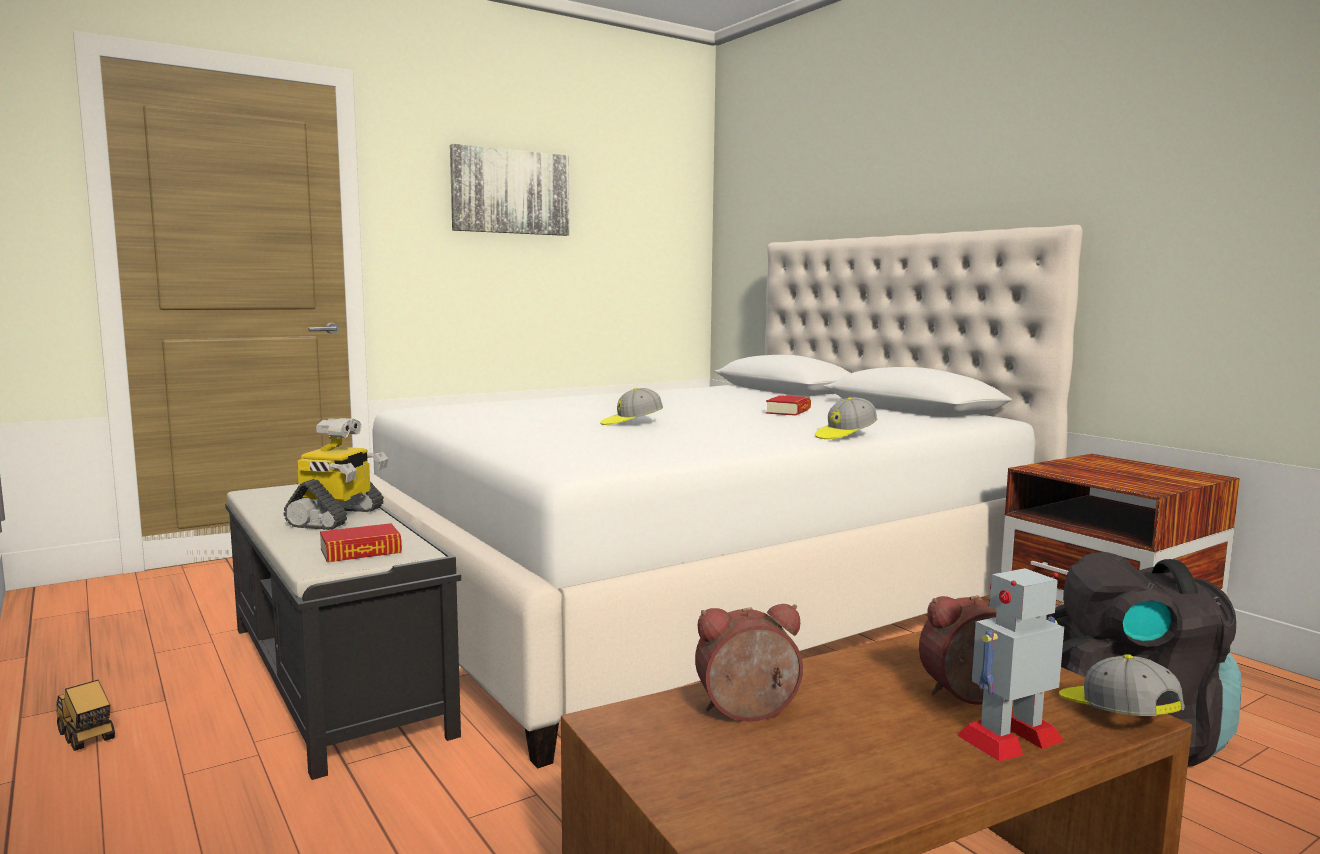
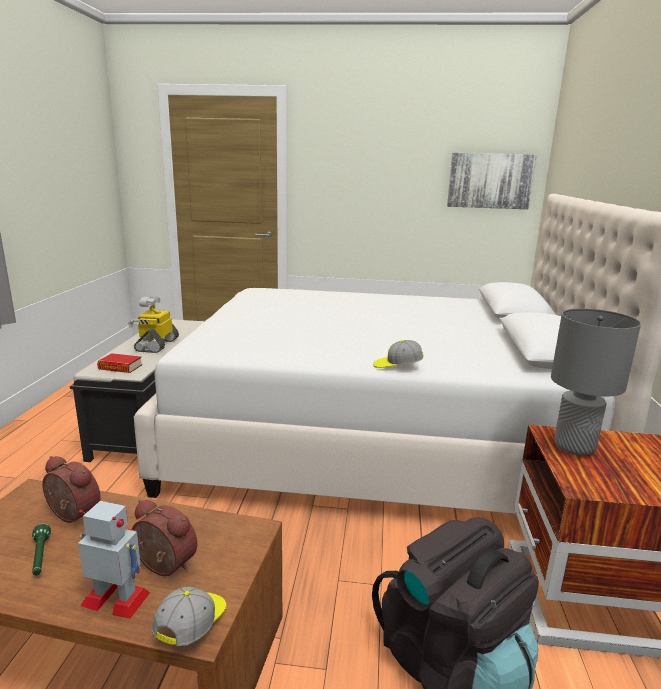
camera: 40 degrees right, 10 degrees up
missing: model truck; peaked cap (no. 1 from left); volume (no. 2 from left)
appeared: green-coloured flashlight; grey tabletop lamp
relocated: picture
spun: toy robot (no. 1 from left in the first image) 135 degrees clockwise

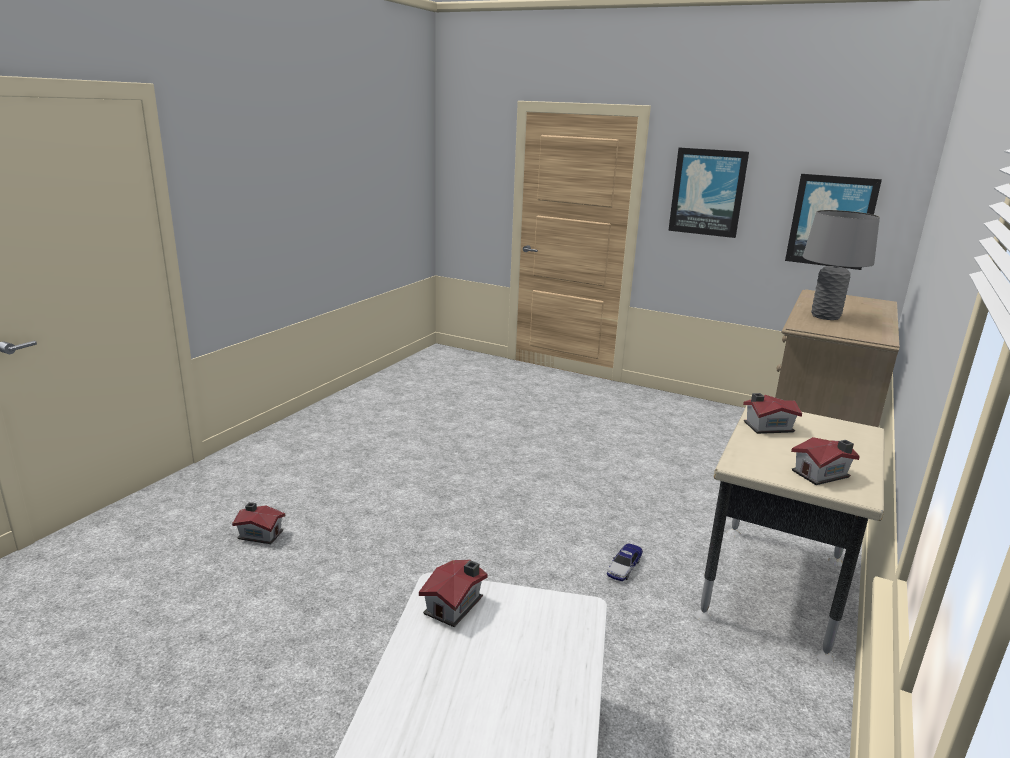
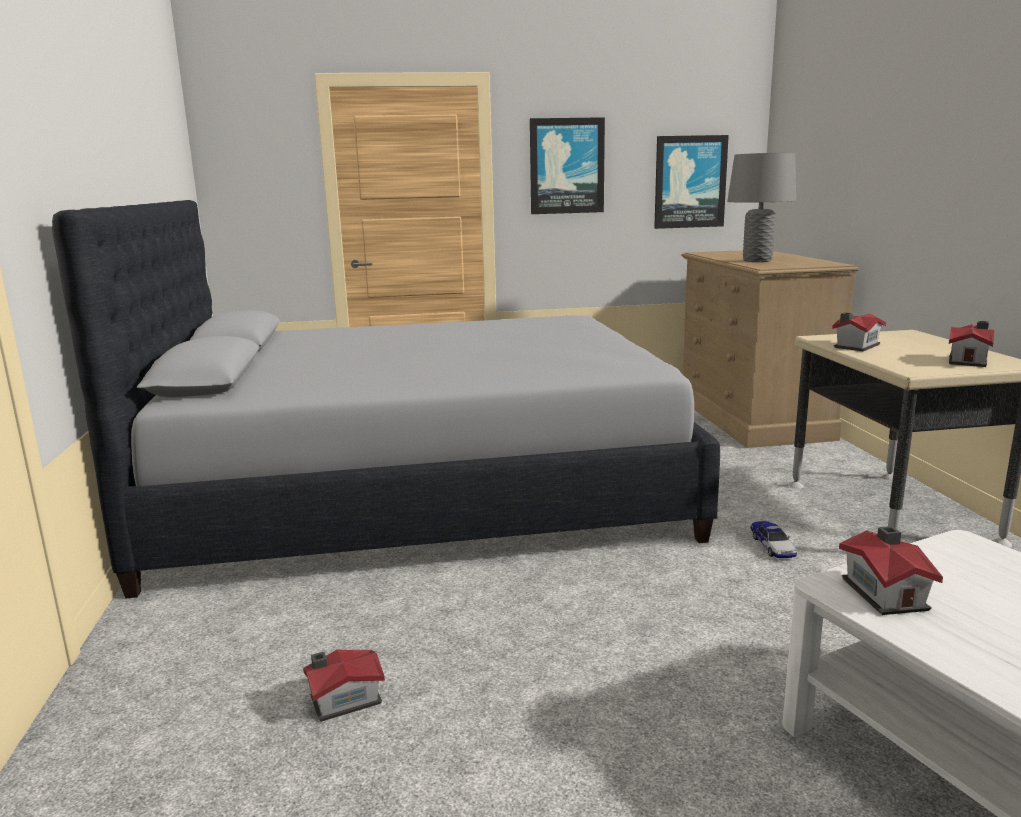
camera: 35 degrees left, 5 degrees down
appeared: grey bed

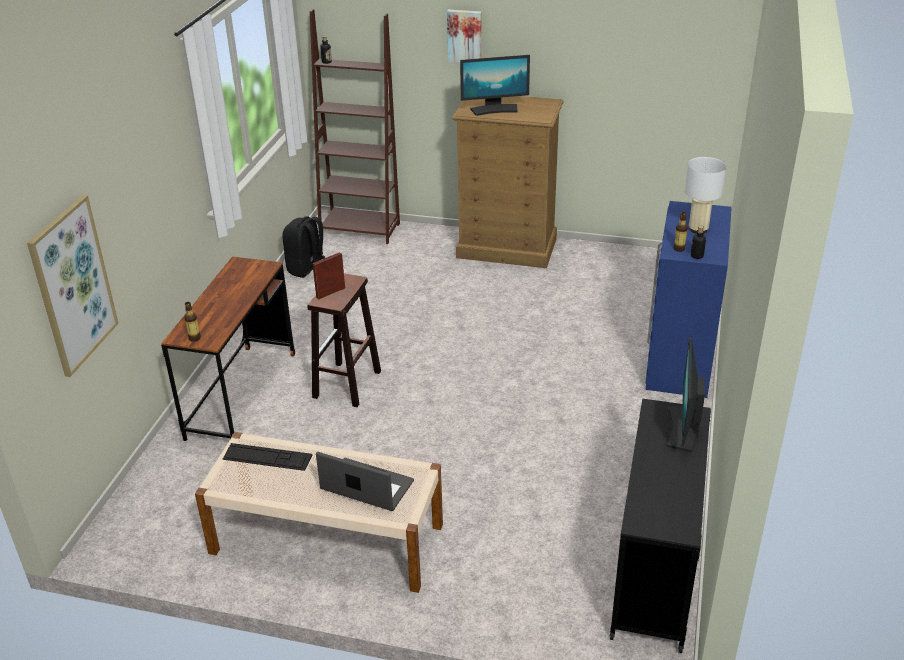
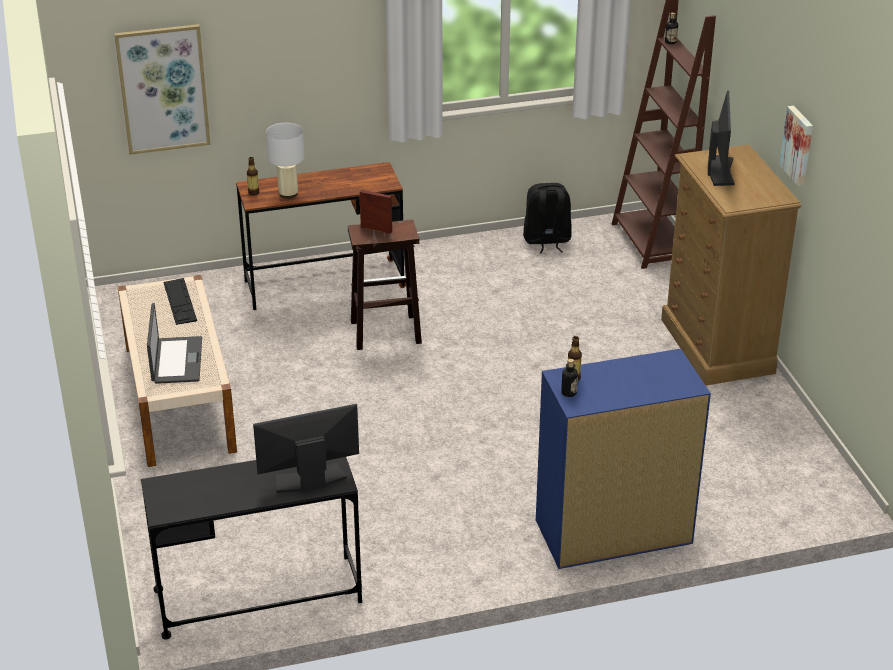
camera: 60 degrees right, 0 degrees up
relocated: picture (no. 2 from left); whitish tabletop lamp
spun: computer display (no. 1 from left in the first image) 135 degrees counterclockwise

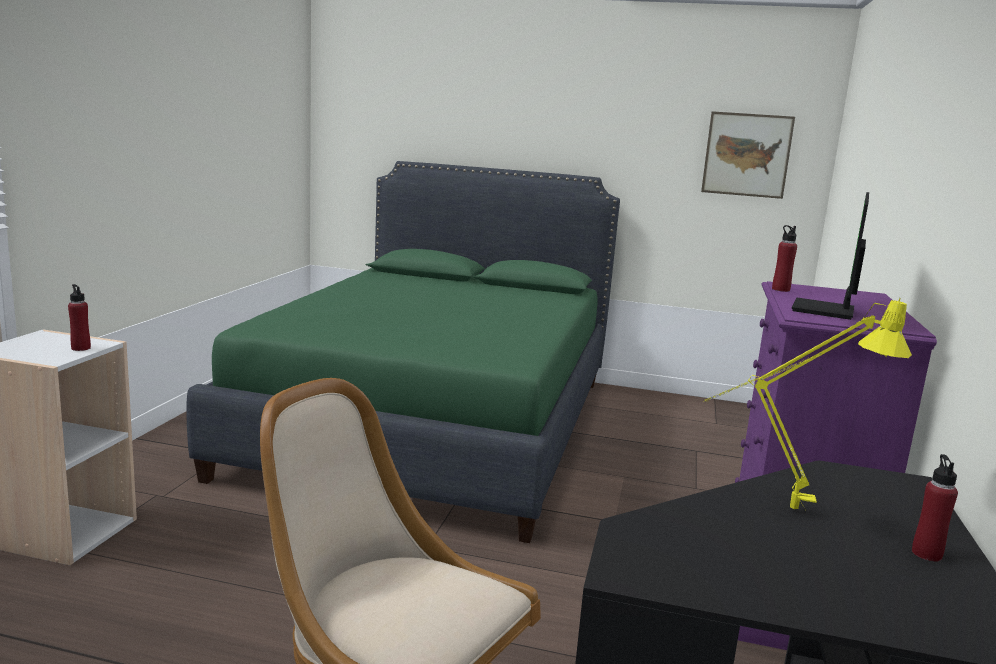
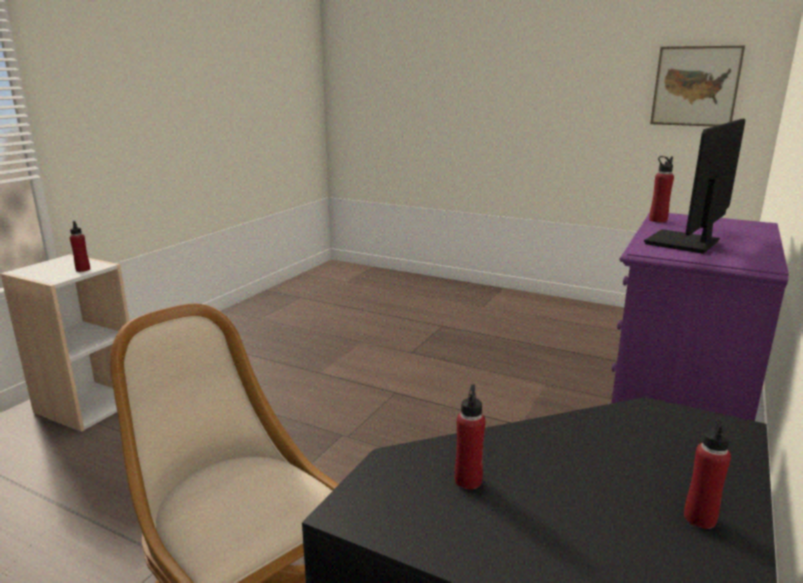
camera: 15 degrees right, 5 degrees up
missing: green-coloured bed; yellowish tabletop lamp
appeared: reddish beverage bottle (no. 2 from left)

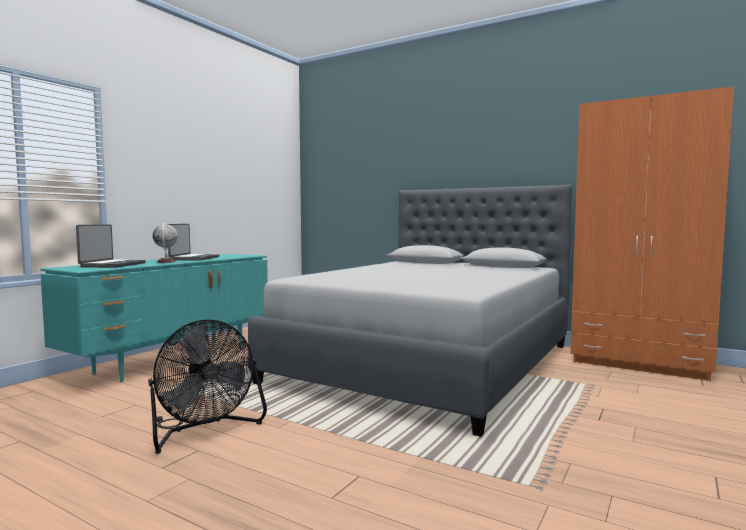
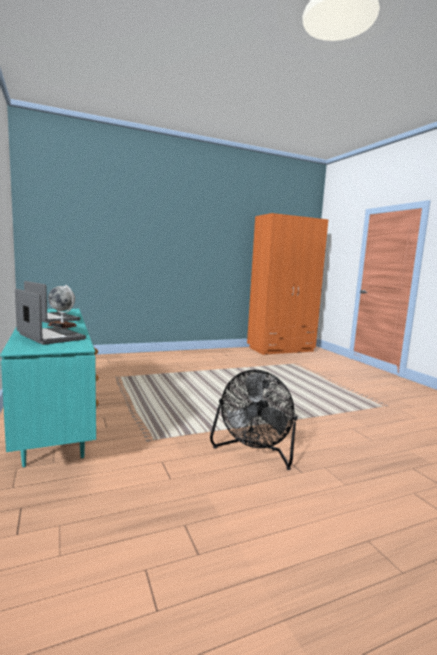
camera: 55 degrees left, 5 degrees up
missing: grey bed
spun: blackish electric fan 120 degrees clockwise

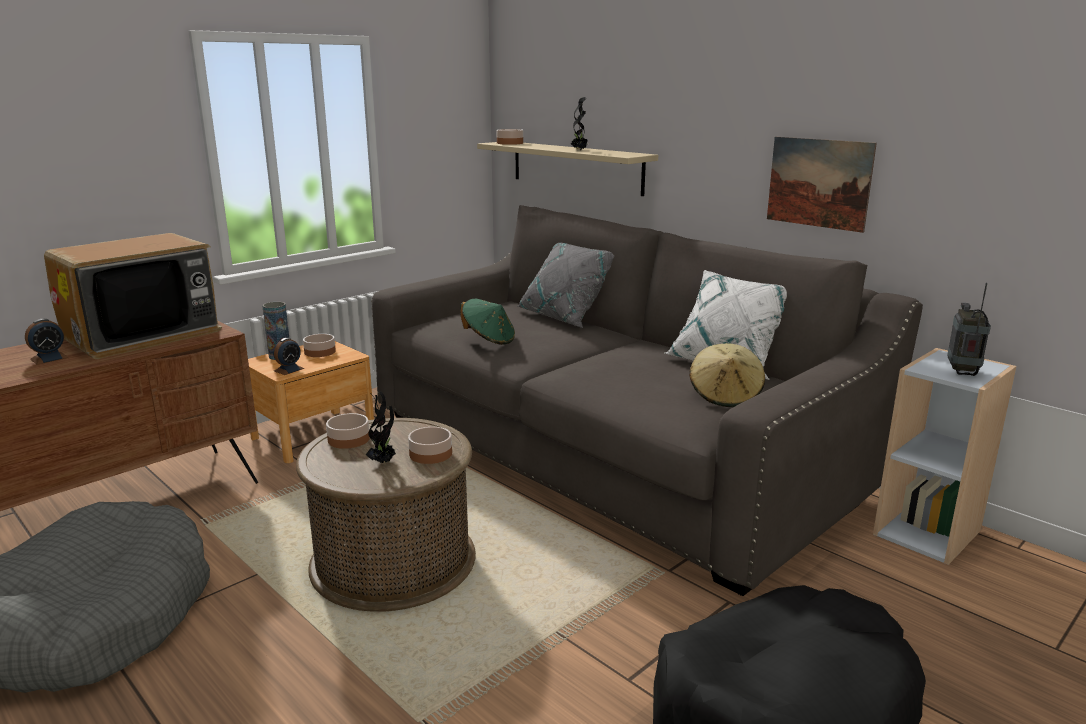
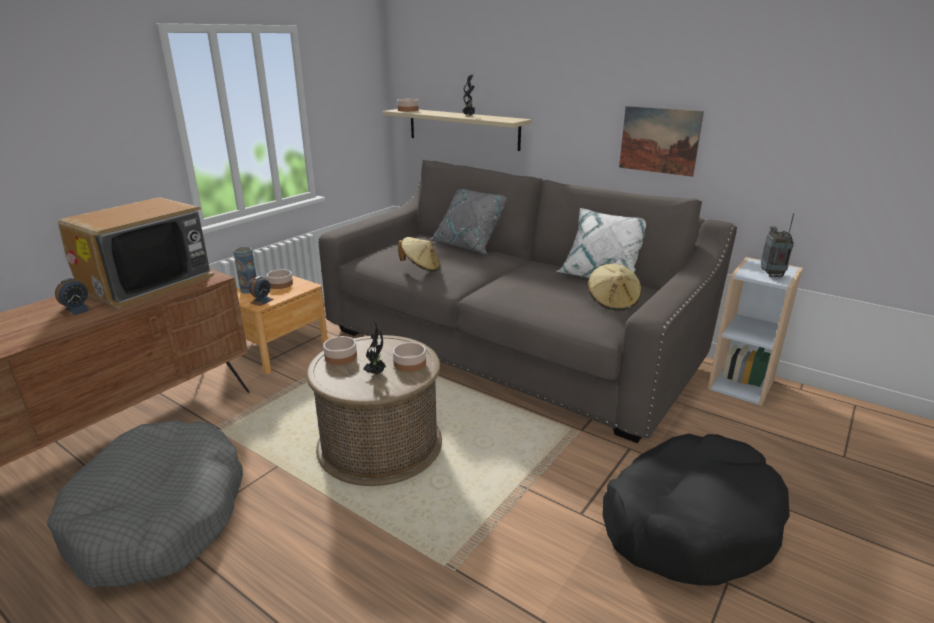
camera: 10 degrees left, 5 degrees up
colour: green-coloured clothing hat to beige-coloured clothing hat (no. 1 from left)

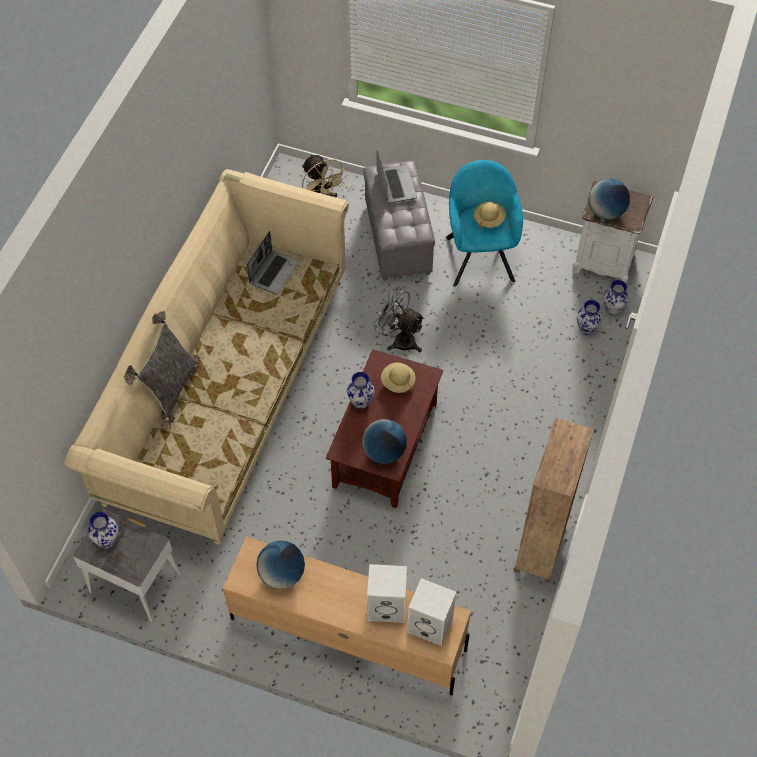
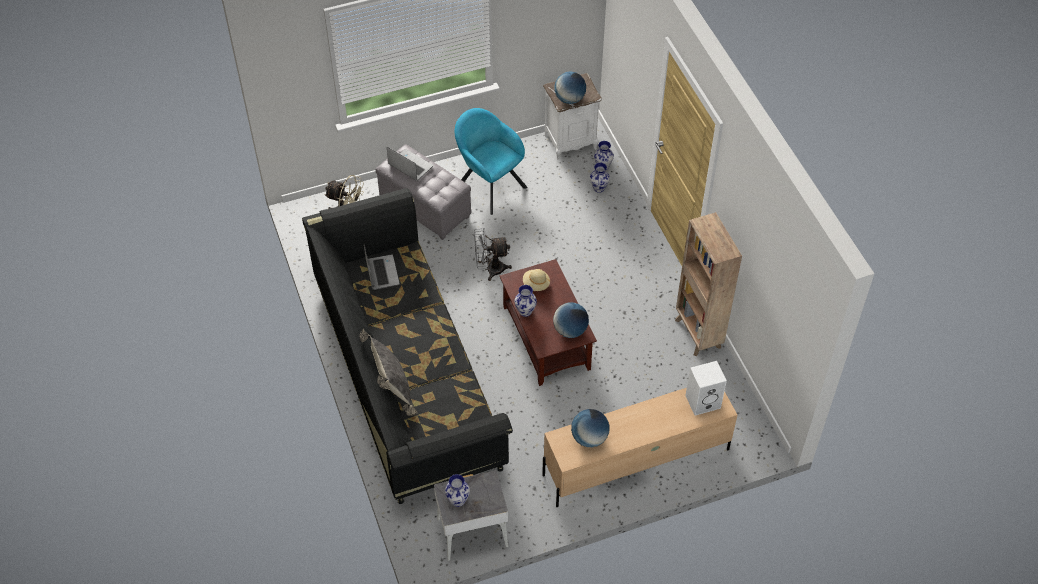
camera: 40 degrees left, 5 degrees down
missing: whitish loudspeaker (no. 1 from left); beige-coloured clothing hat (no. 2 from left)
colour: beige-coloured settee to blackish settee

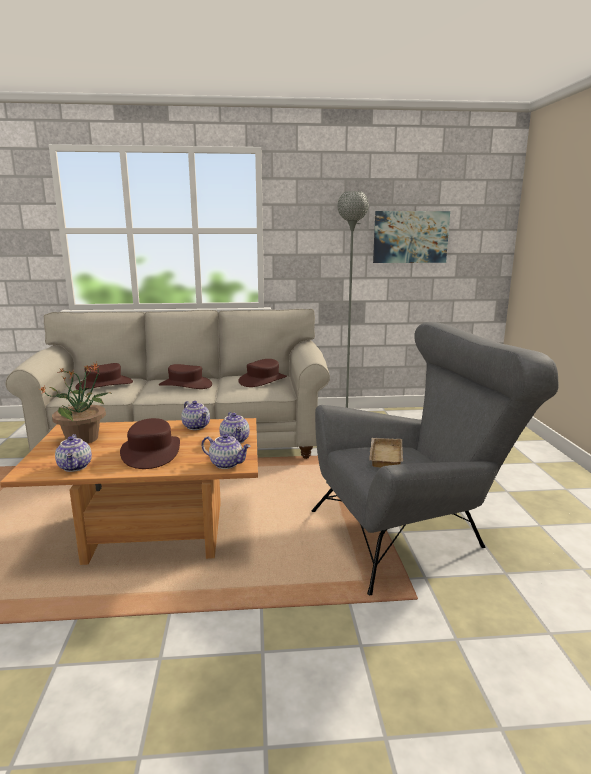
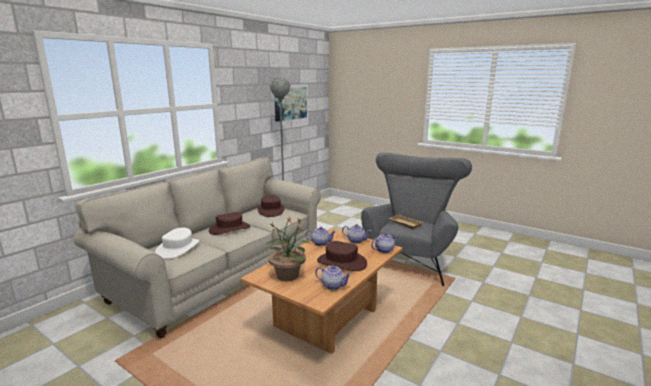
camera: 50 degrees left, 0 degrees up
colour: brown-coloured clothing hat (no. 1 from left) to whitish clothing hat

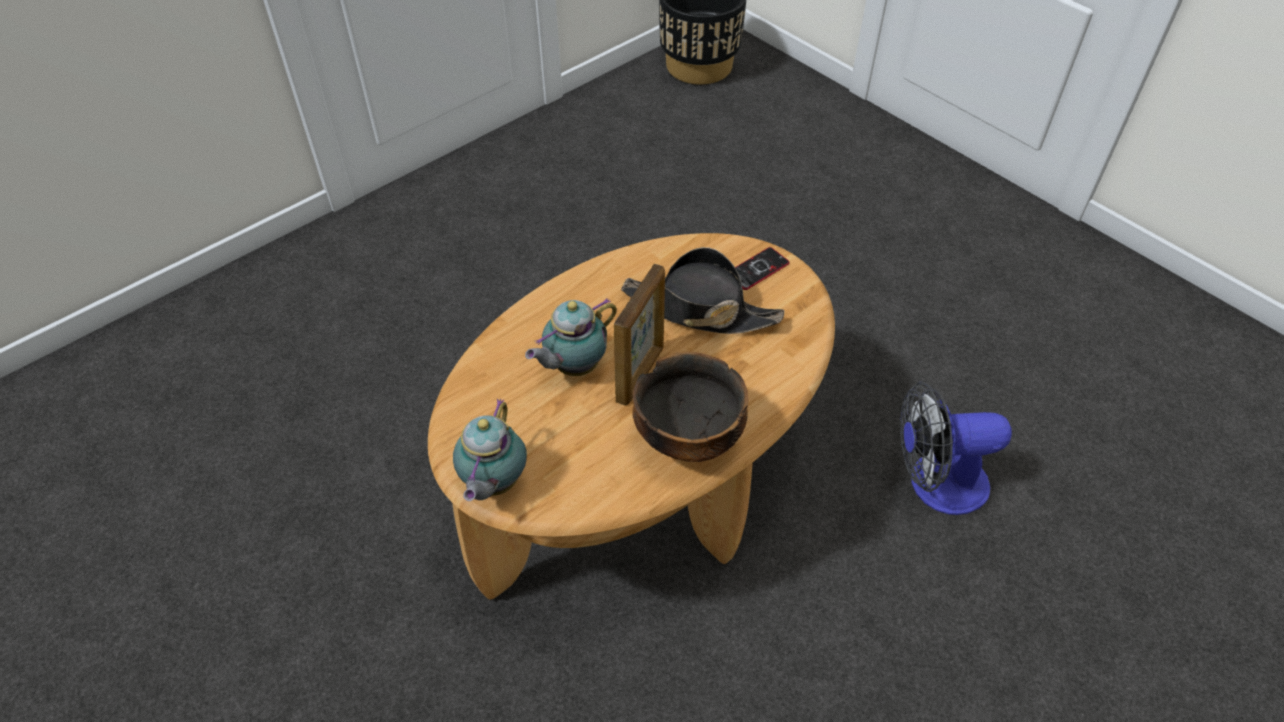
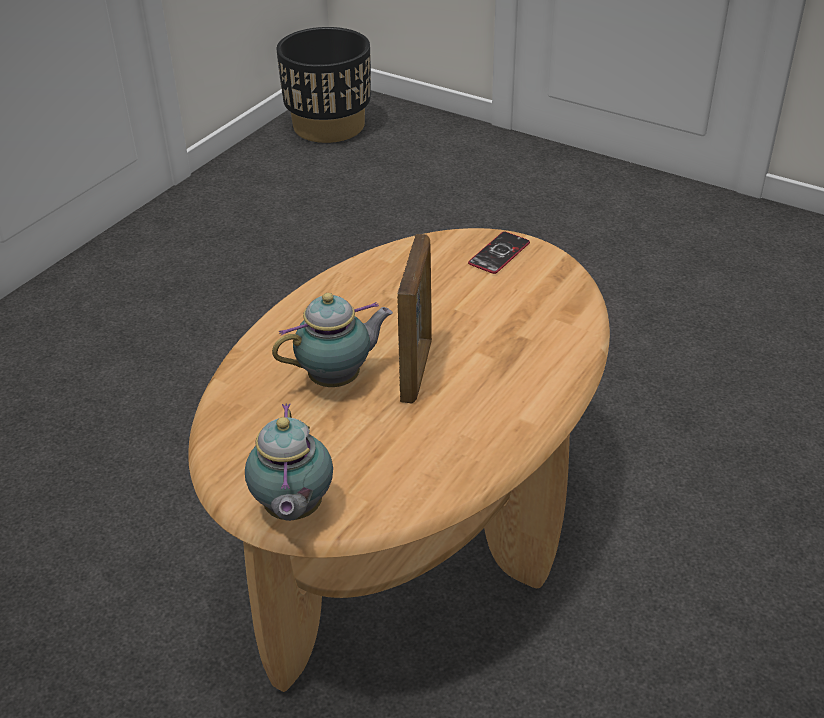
camera: 15 degrees left, 10 degrees down
missing: blackish clothing hat; bowl; electric fan
spun: pot for tea (no. 2 from left) 150 degrees counterclockwise

